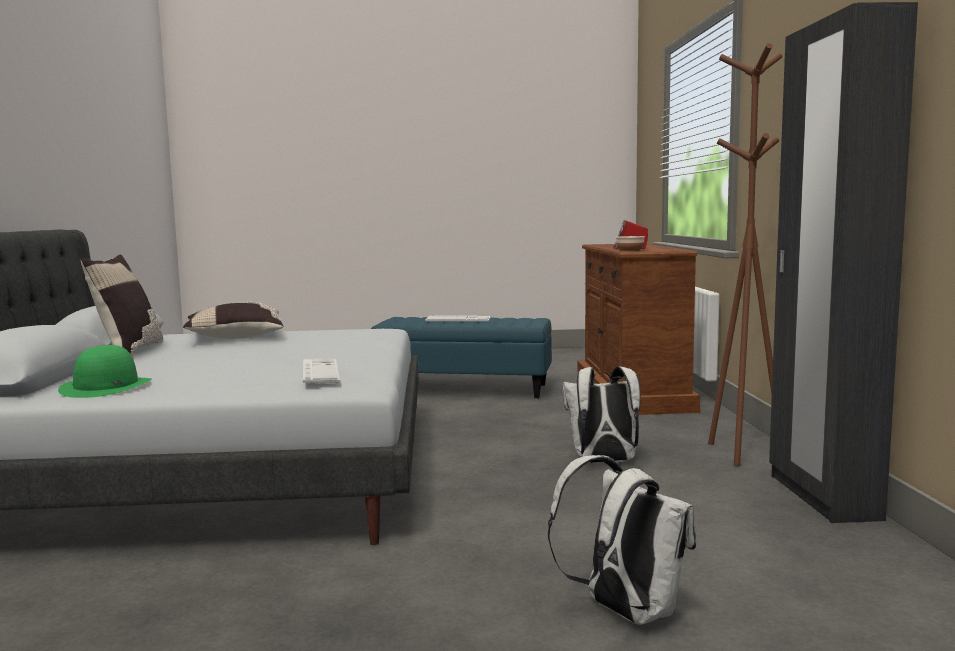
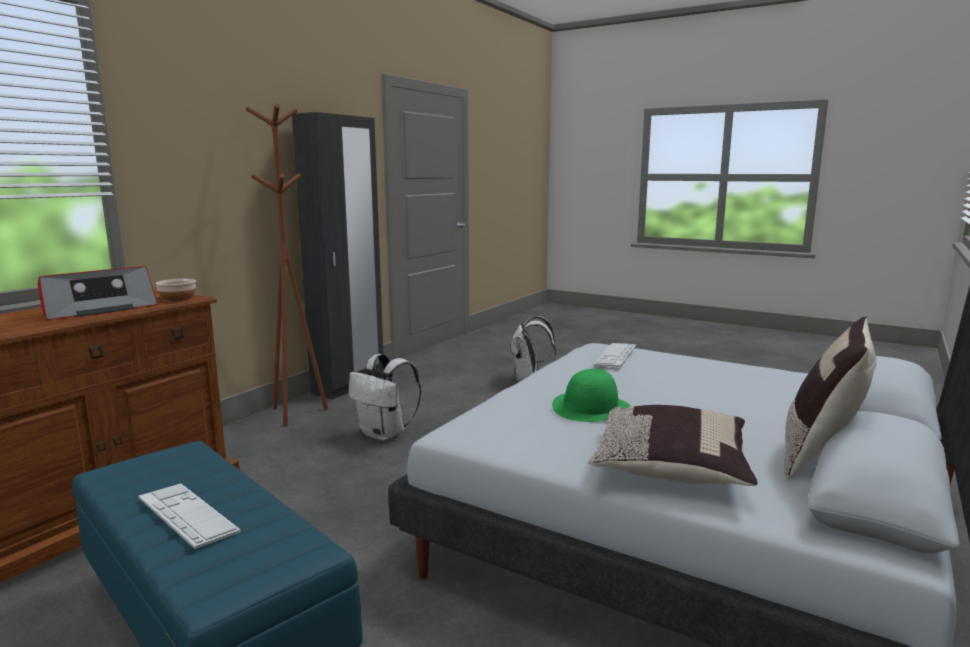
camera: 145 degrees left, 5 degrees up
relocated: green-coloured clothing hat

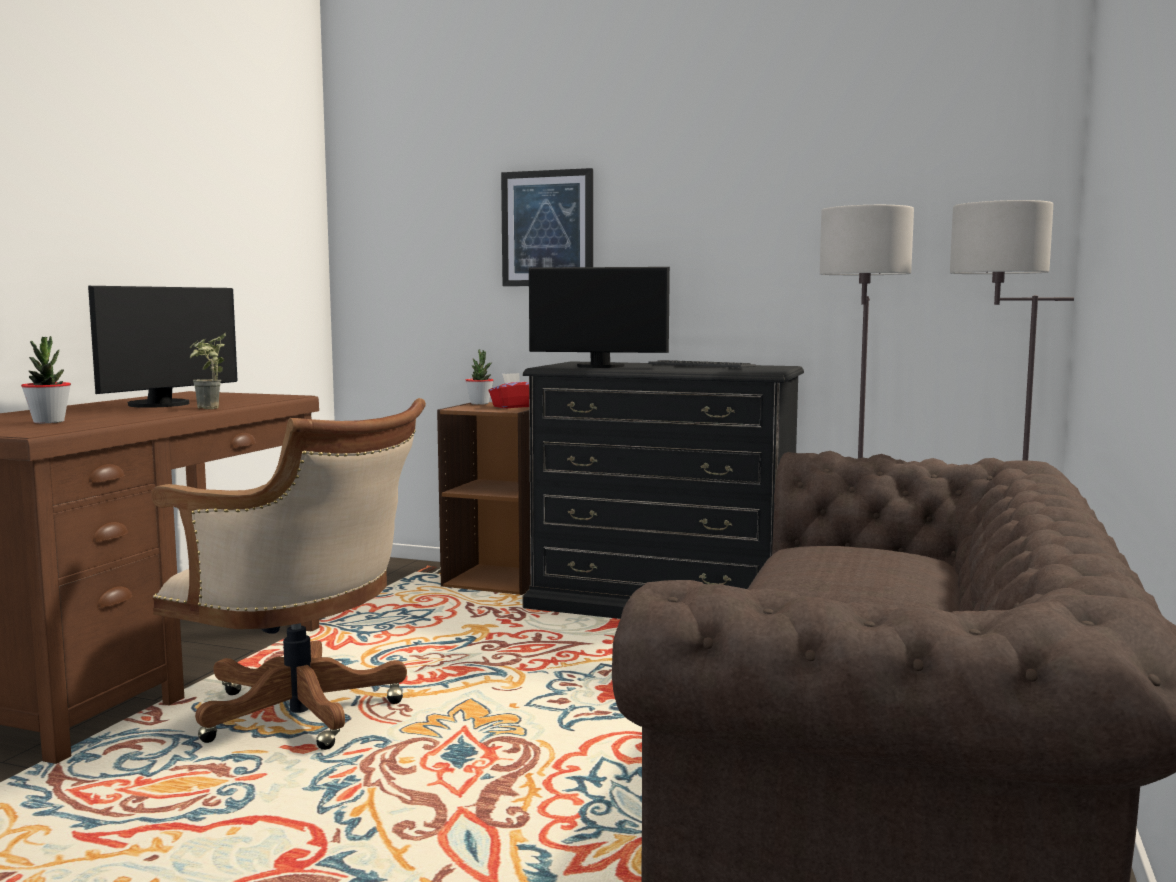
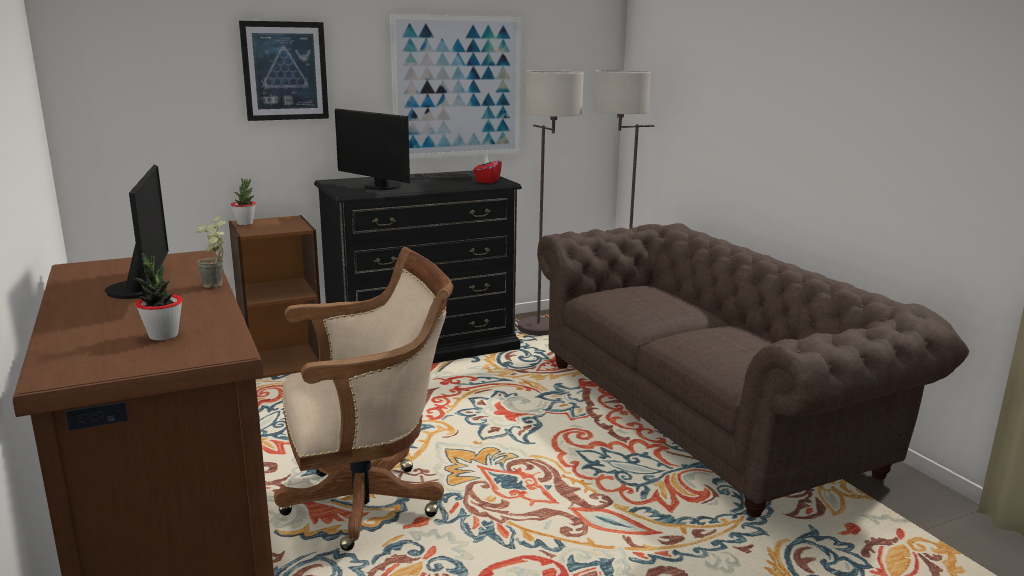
camera: 45 degrees left, 10 degrees up
appeared: picture (no. 2 from left)
relocated: reddish tissue box
spun: computer display (no. 2 from left) 75 degrees clockwise

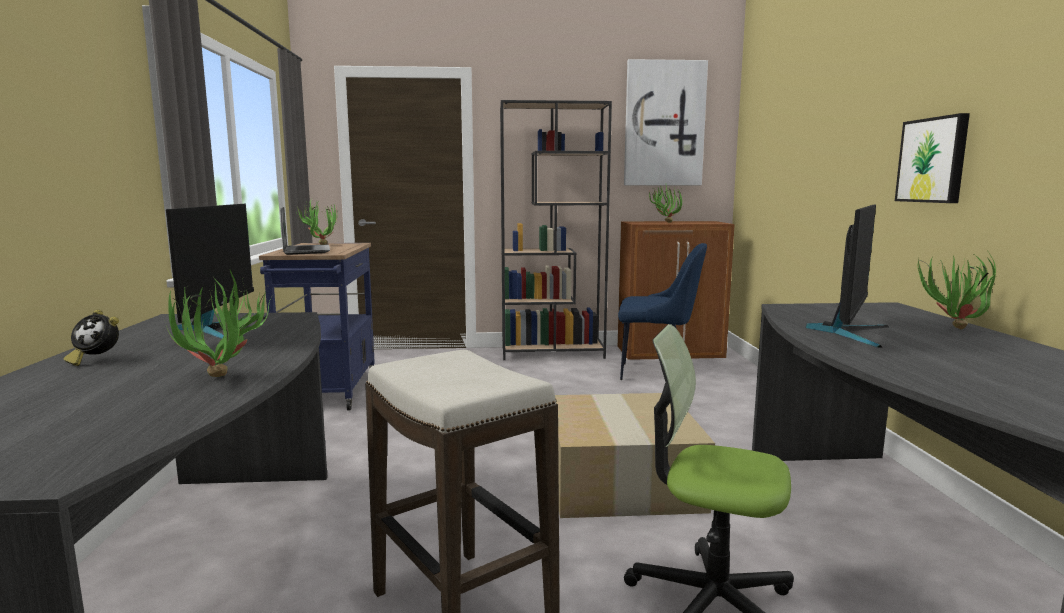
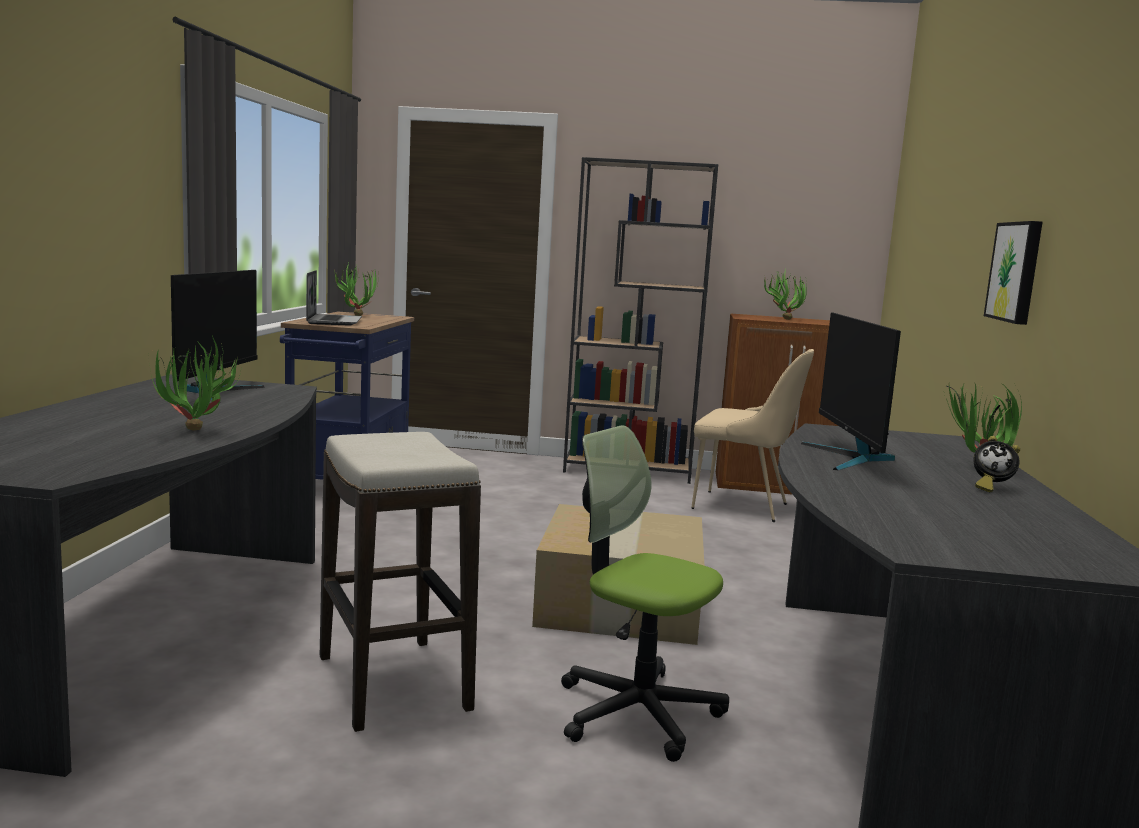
camera: 10 degrees right, 0 degrees up
missing: picture (no. 1 from left)
relocated: alarm clock
colour: blue plain chair to beige-coloured plain chair
spun: computer display (no. 2 from left) 135 degrees clockwise

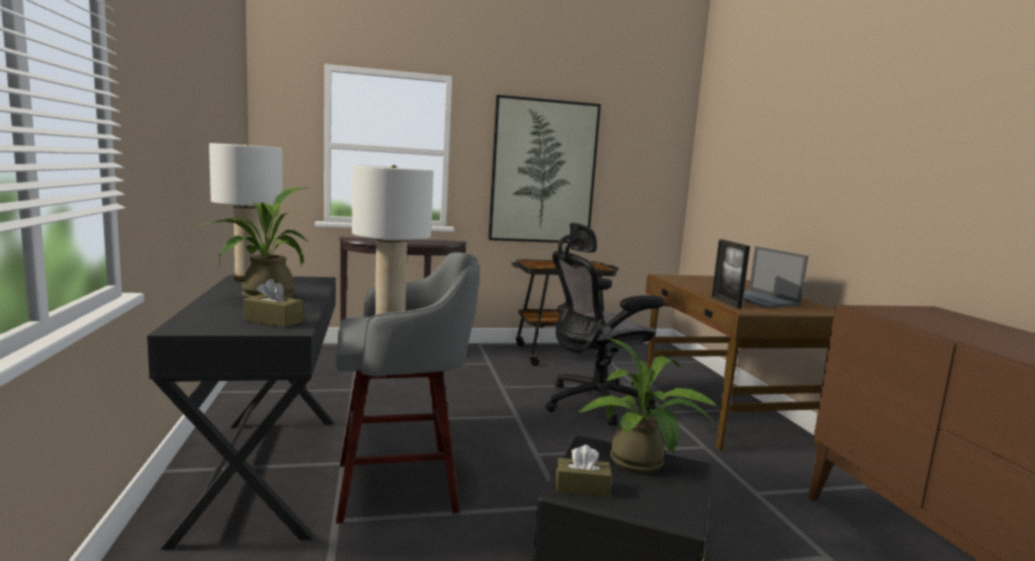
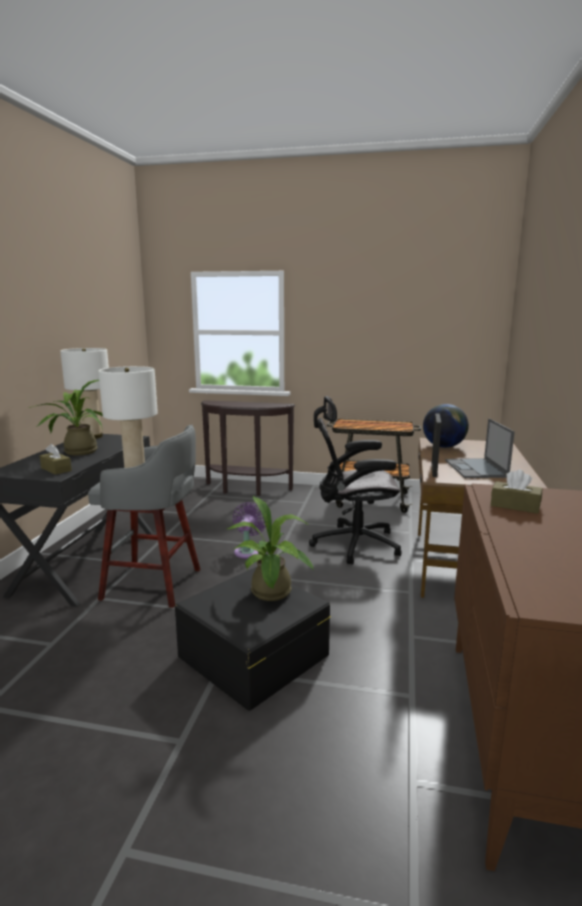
camera: 25 degrees right, 5 degrees up
missing: picture
appeared: purple-coloured electric fan; desk globe
relocated: brown-coloured tissue box (no. 2 from left)

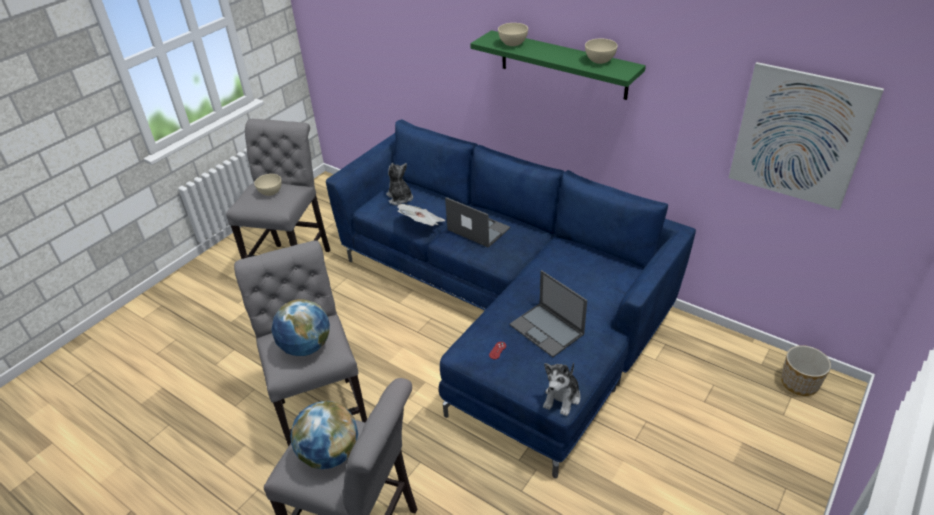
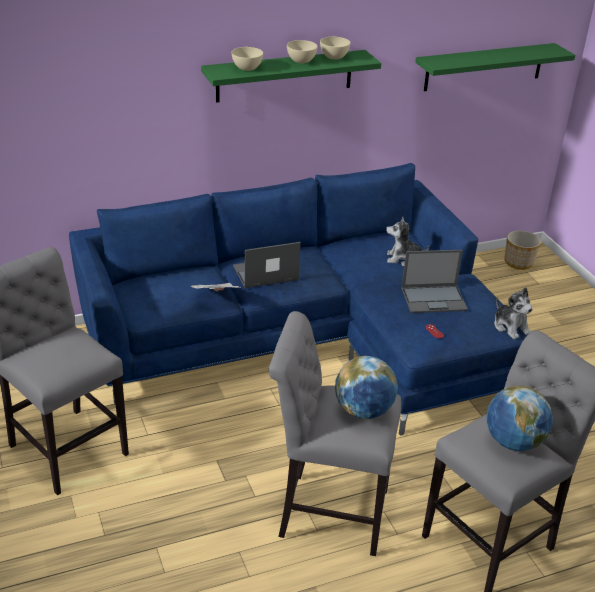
camera: 60 degrees left, 5 degrees down
relocated: beige-coloured bowl (no. 1 from left in the first image) to beige-coloured bowl (no. 2 from left); soft toy (no. 1 from left)
exchanged: picture to green-coloured wall shelf (no. 2 from left)

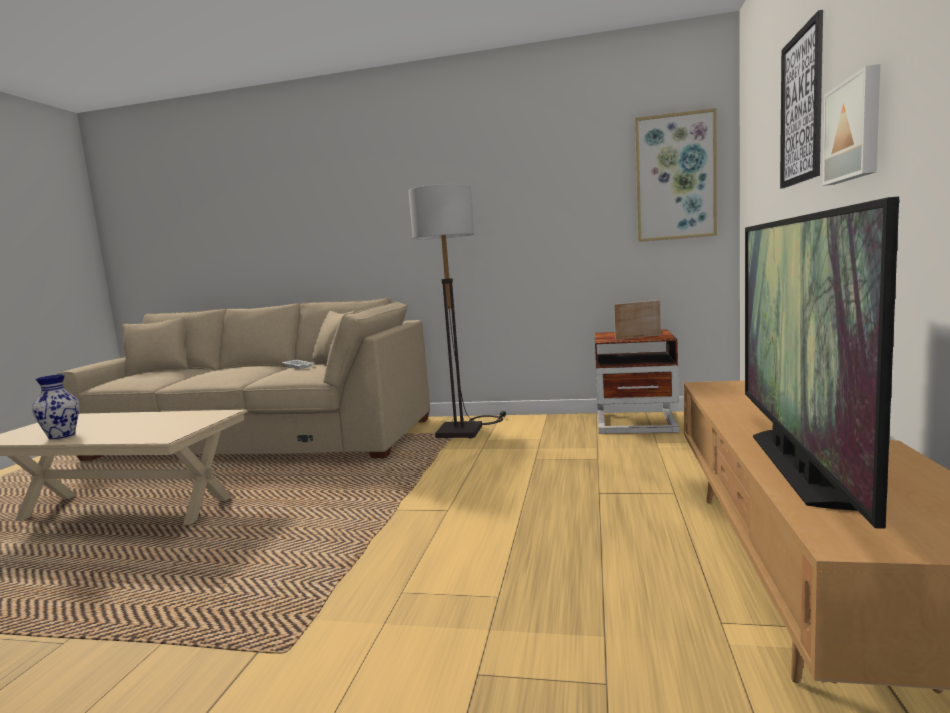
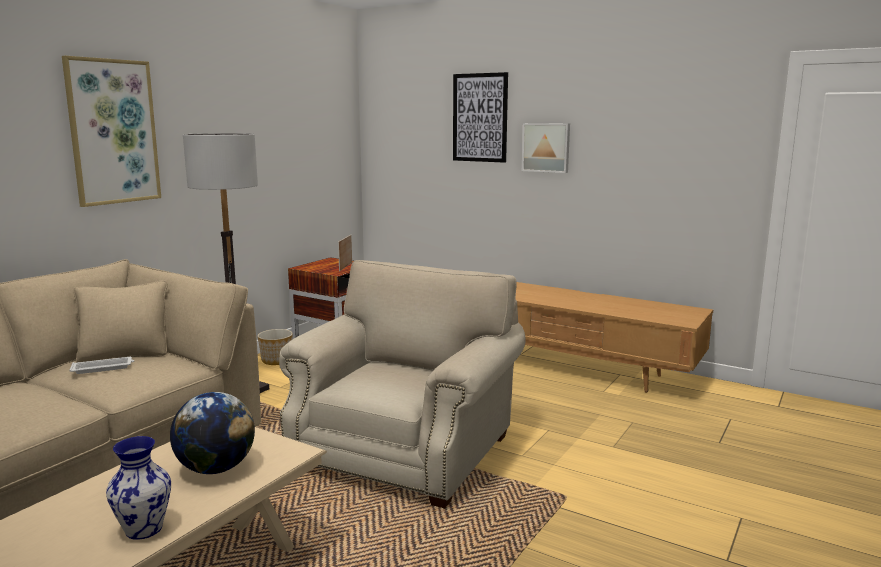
camera: 70 degrees left, 5 degrees up
missing: television
appeared: desk globe; plant pot; beige-coloured armchair
relocated: picture (no. 1 from left)

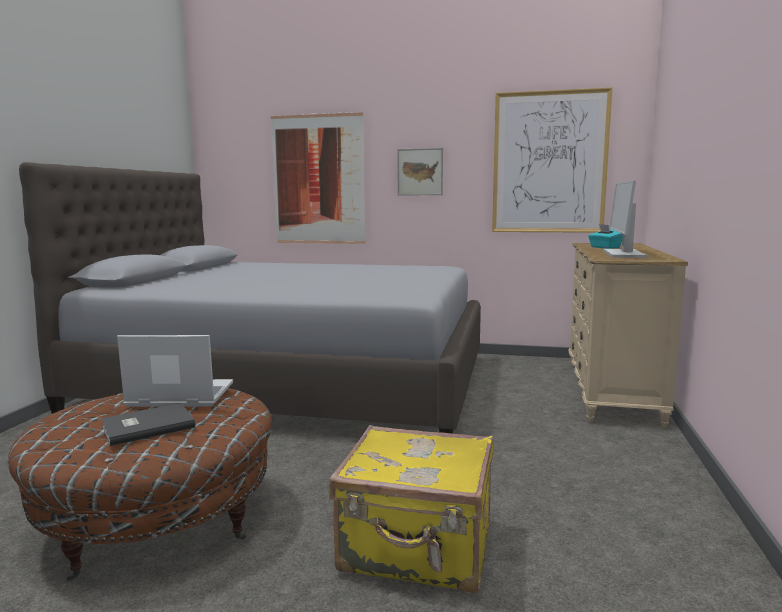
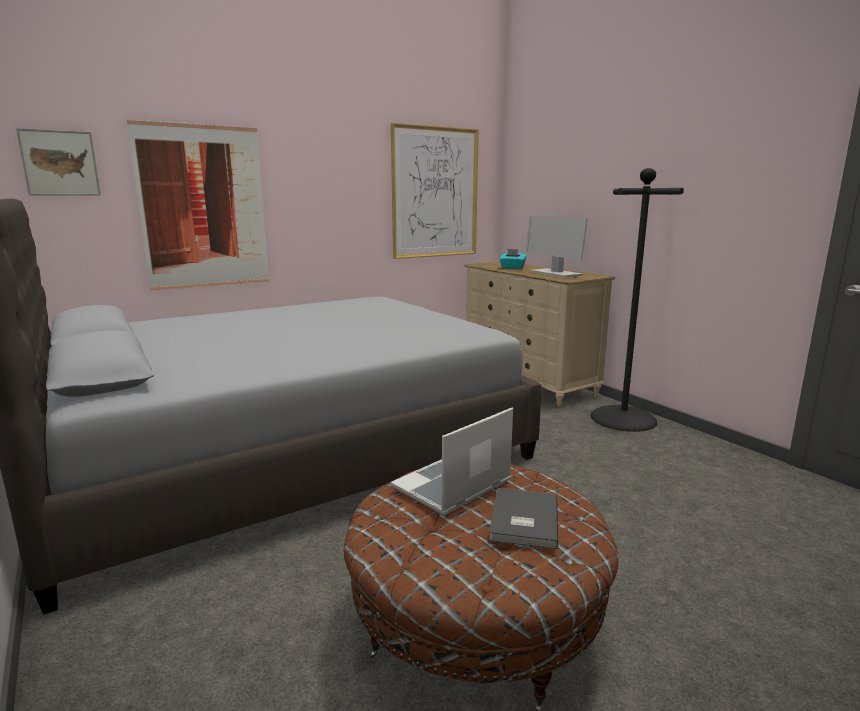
camera: 45 degrees left, 5 degrees up
missing: yellowish suitcase
appeared: blackish garment stand
relocated: picture (no. 2 from left in the first image) to picture (no. 1 from left)

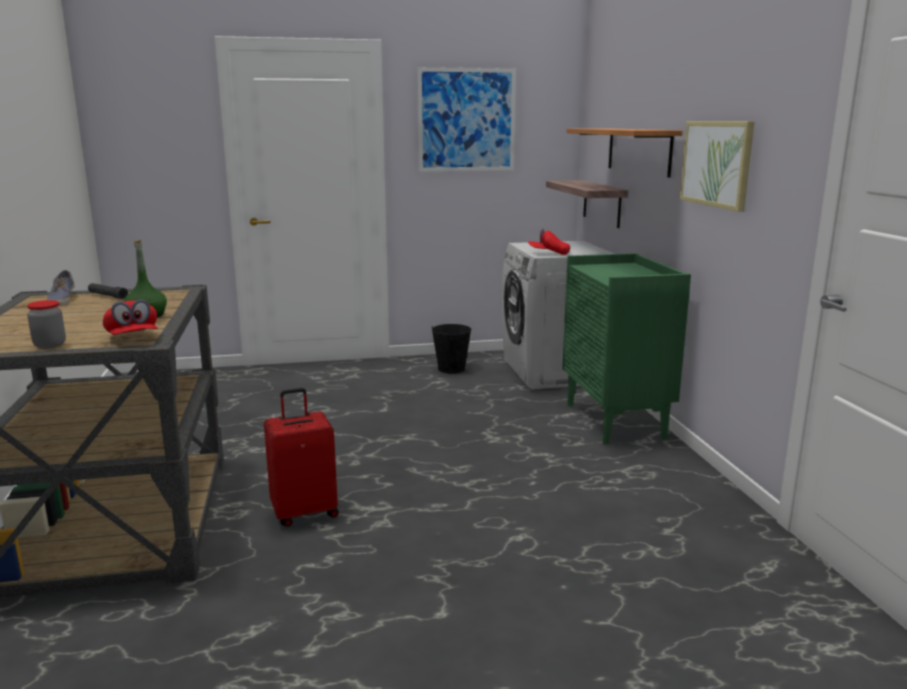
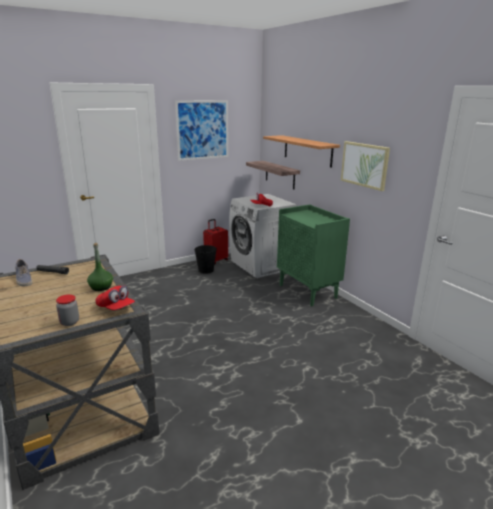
camera: 20 degrees left, 5 degrees up
relocated: reddish suitcase

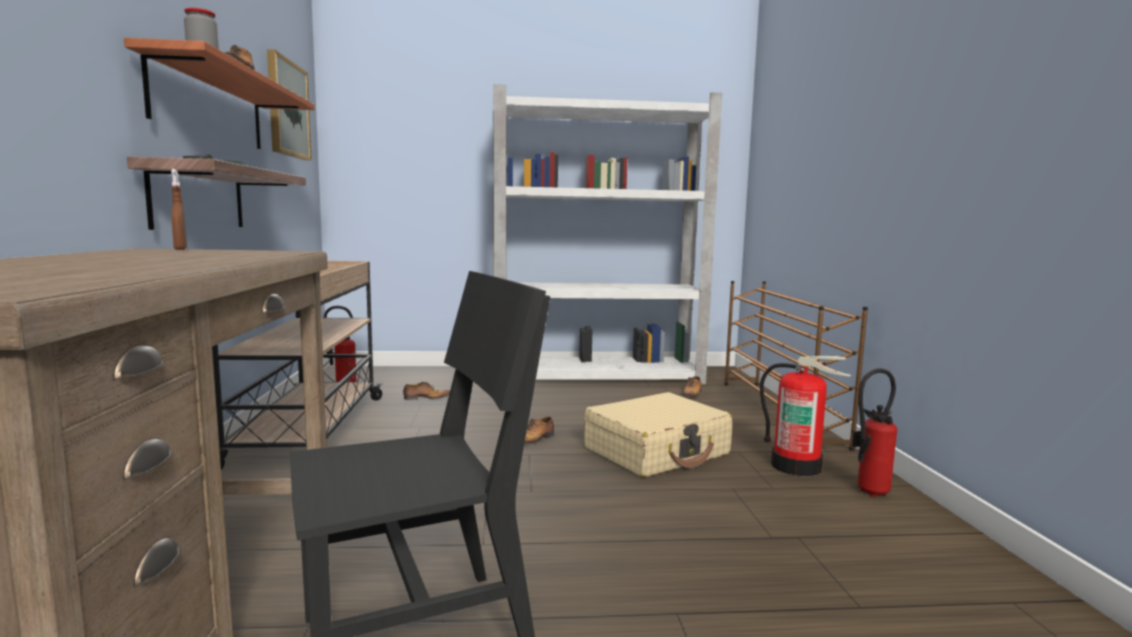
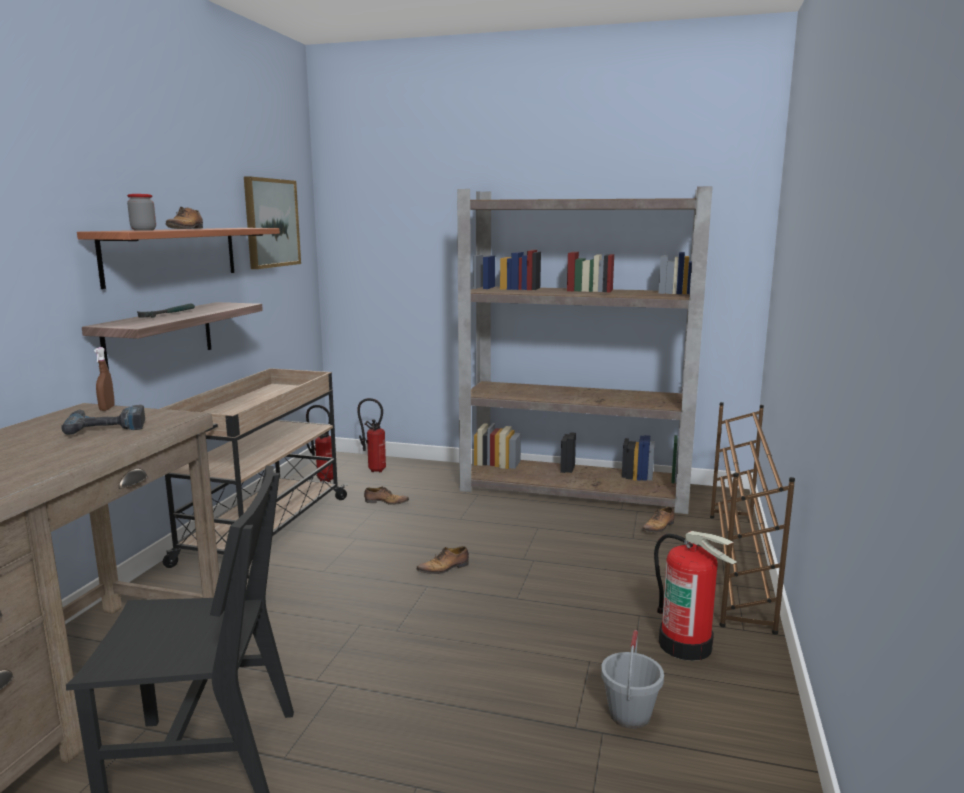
camera: 20 degrees right, 5 degrees up
missing: beige-coloured suitcase
appeared: electric drill; grey bucket
relocated: fire-fighting cylinder (no. 3 from left in the first image) to fire-fighting cylinder (no. 2 from left)
colour: whitish bookshelf to brown-coloured bookshelf

